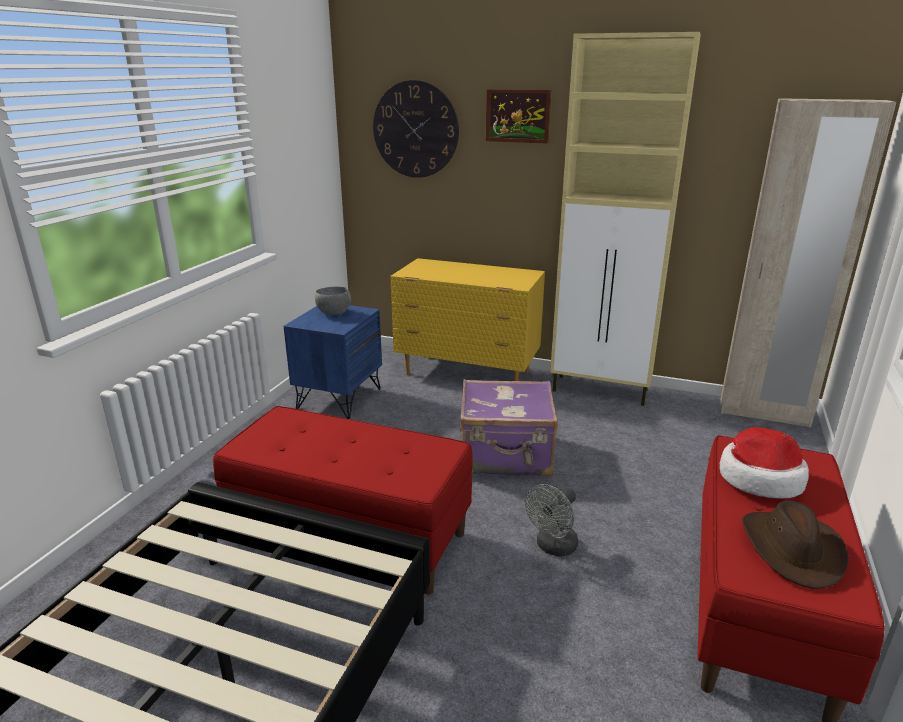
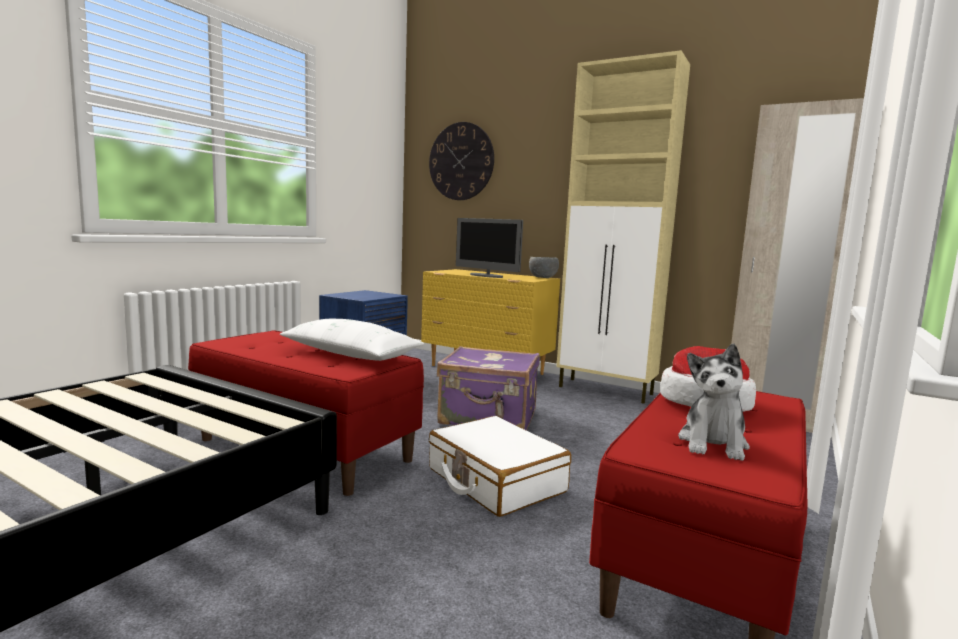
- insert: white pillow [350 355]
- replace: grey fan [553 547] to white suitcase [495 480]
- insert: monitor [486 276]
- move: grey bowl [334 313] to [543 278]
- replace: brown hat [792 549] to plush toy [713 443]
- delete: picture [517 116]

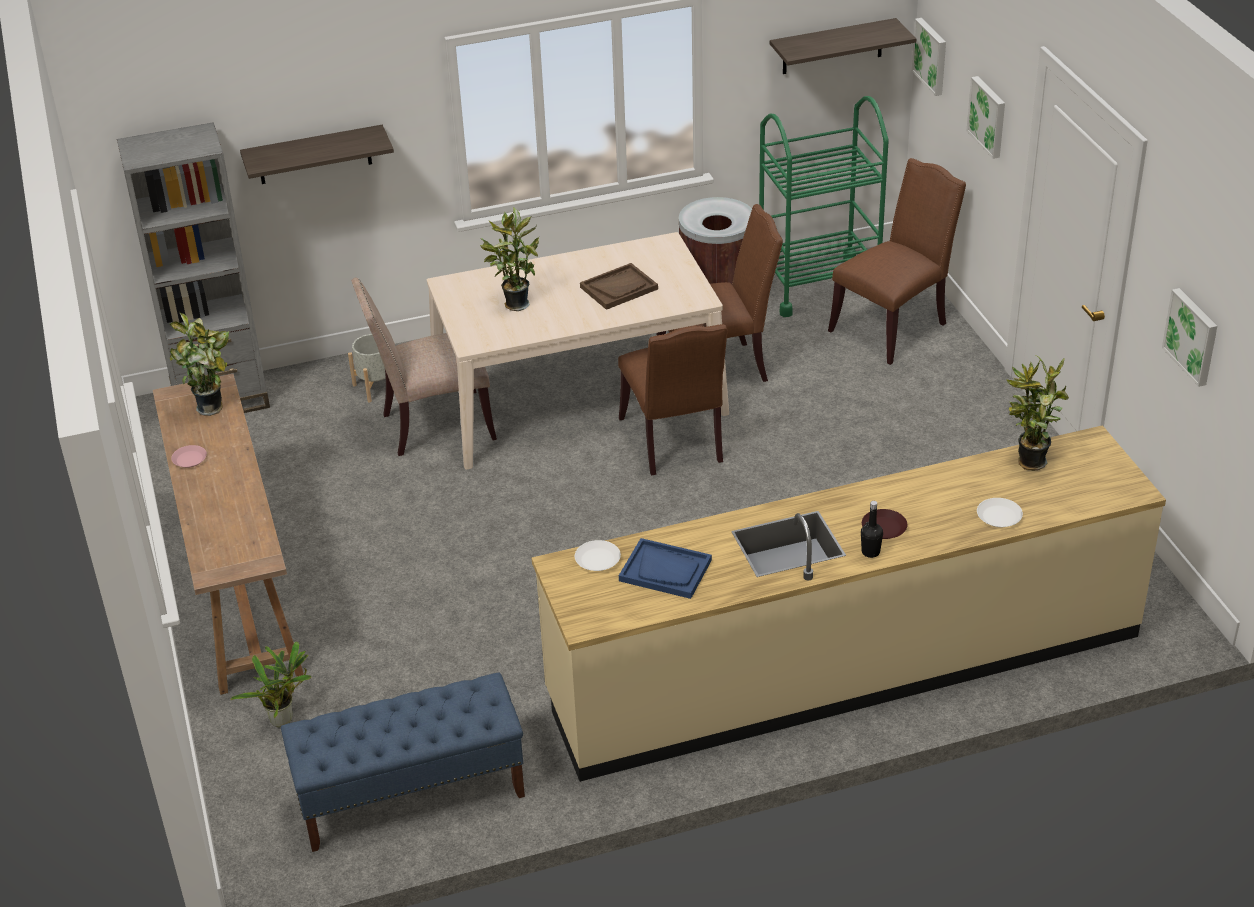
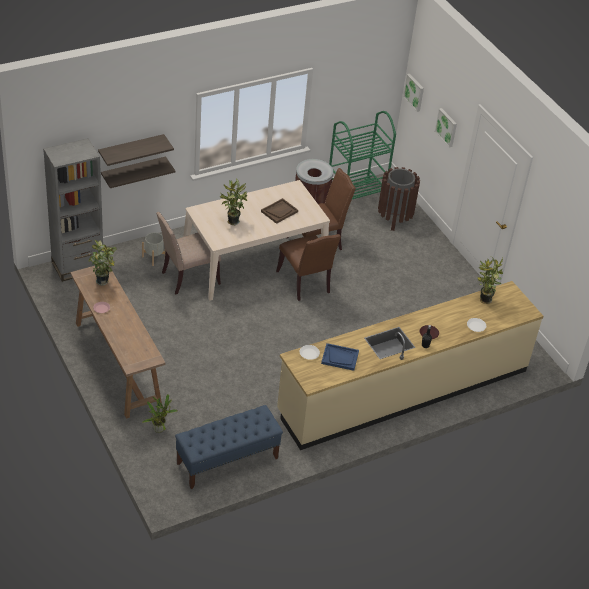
- move: shelf [832 46] to [133 171]
- replace: brown chair [893 326] to brown trash can [394 219]
- delete: picture [1192 336]

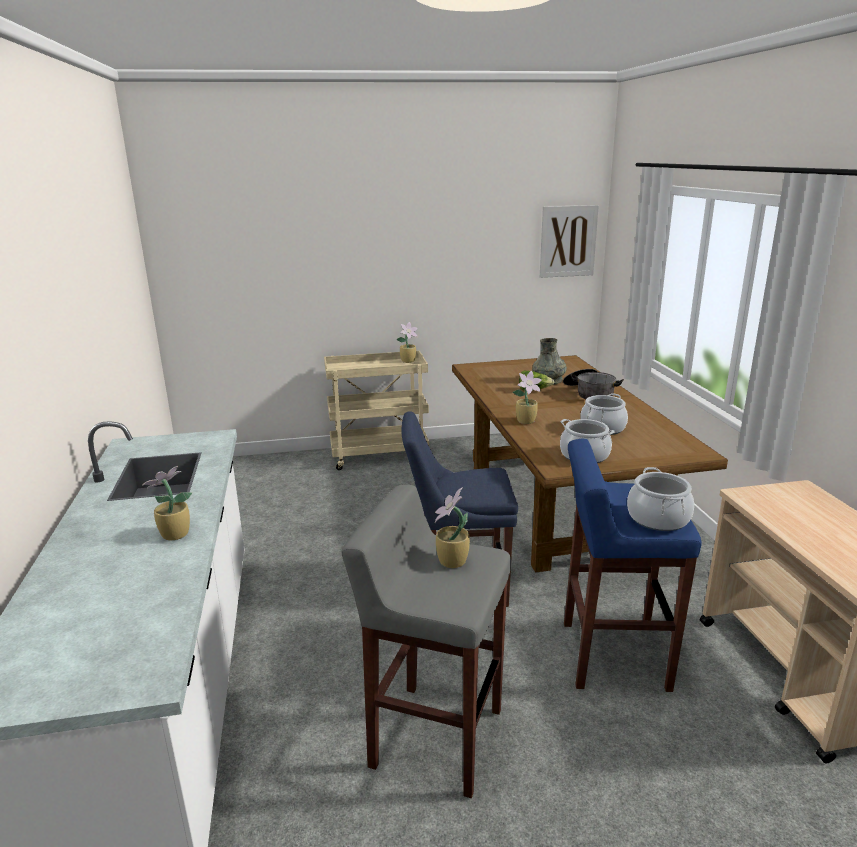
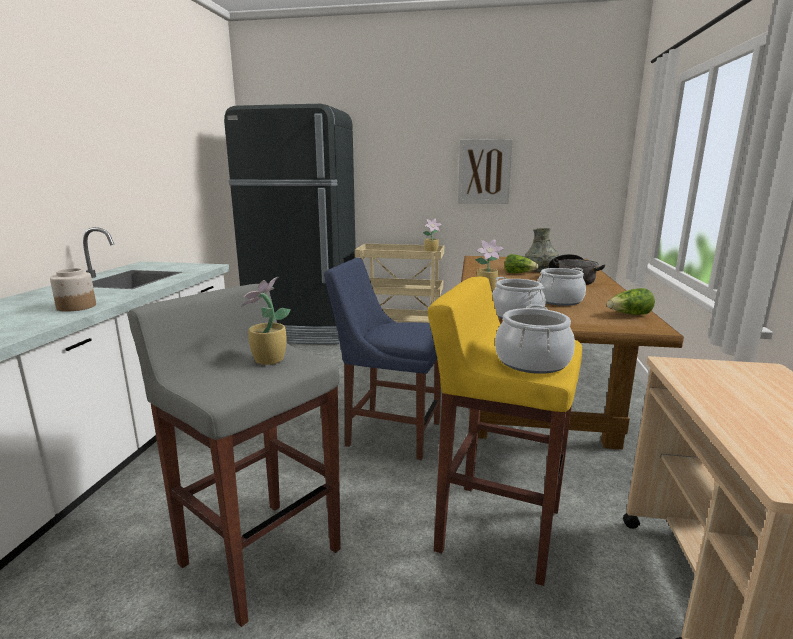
- replace: potted plant [173 535] to jar [76 307]
- insert: black fridge [303 331]
- recolor: blue stool [612 655] to yellow stool [496 529]
- move: picture [568 241] to [484 172]
- insert: lettuce [629 315]

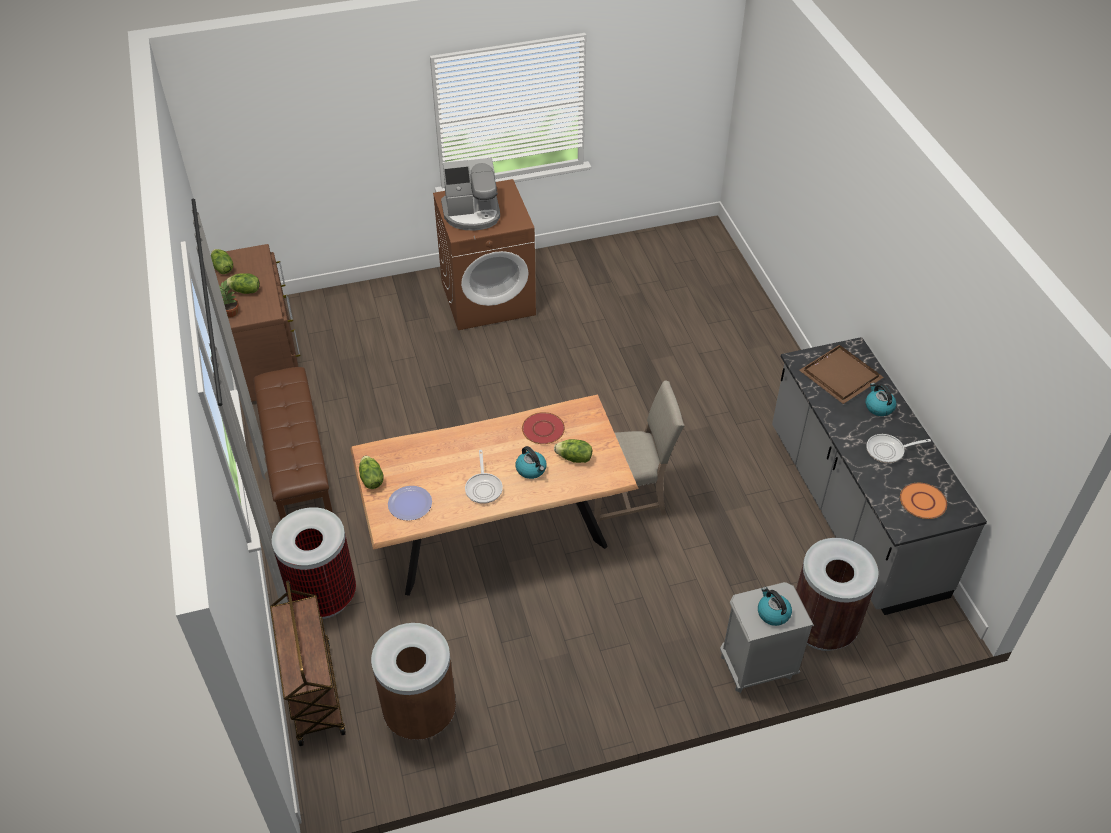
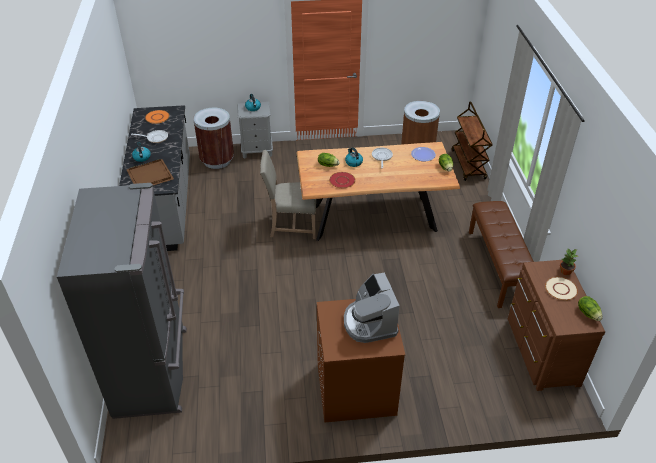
- insert: grey fridge [154 371]
- rotate: coffee machine [472 214] = [369 323] 105 degrees counterclockwise
- replace: lettuce [245 291] to beige plate [560 289]
- delete: trash can [323 596]

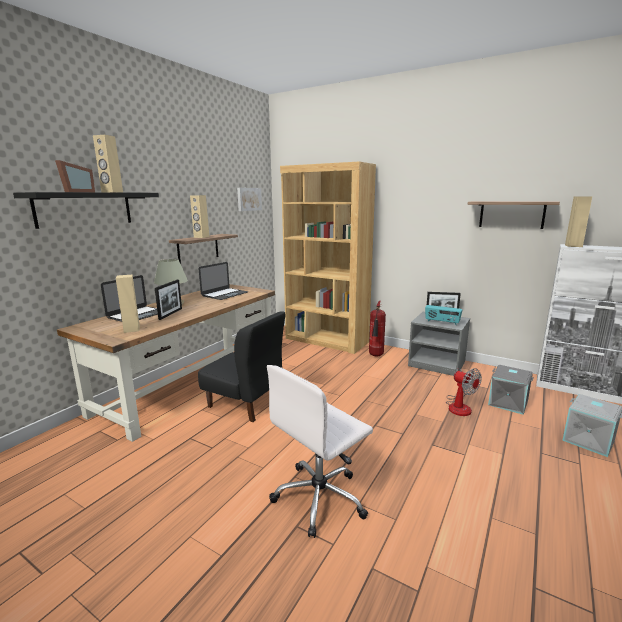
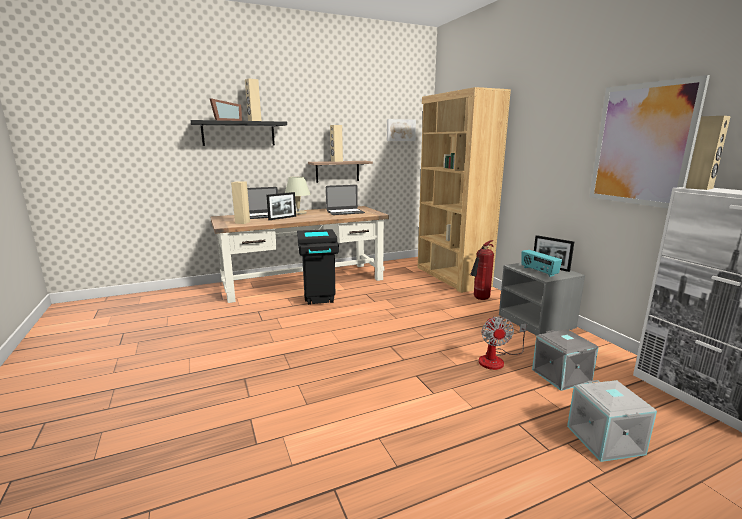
- replace: black chair [245 403] to black trash can [320 302]
- replace: shelf [511 214] to picture [642 144]
- delete: white office chair [320 497]

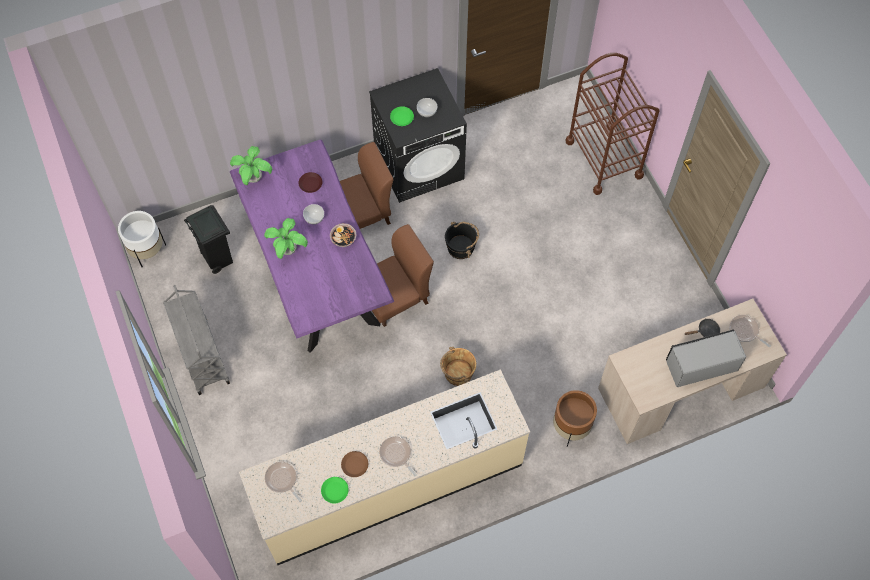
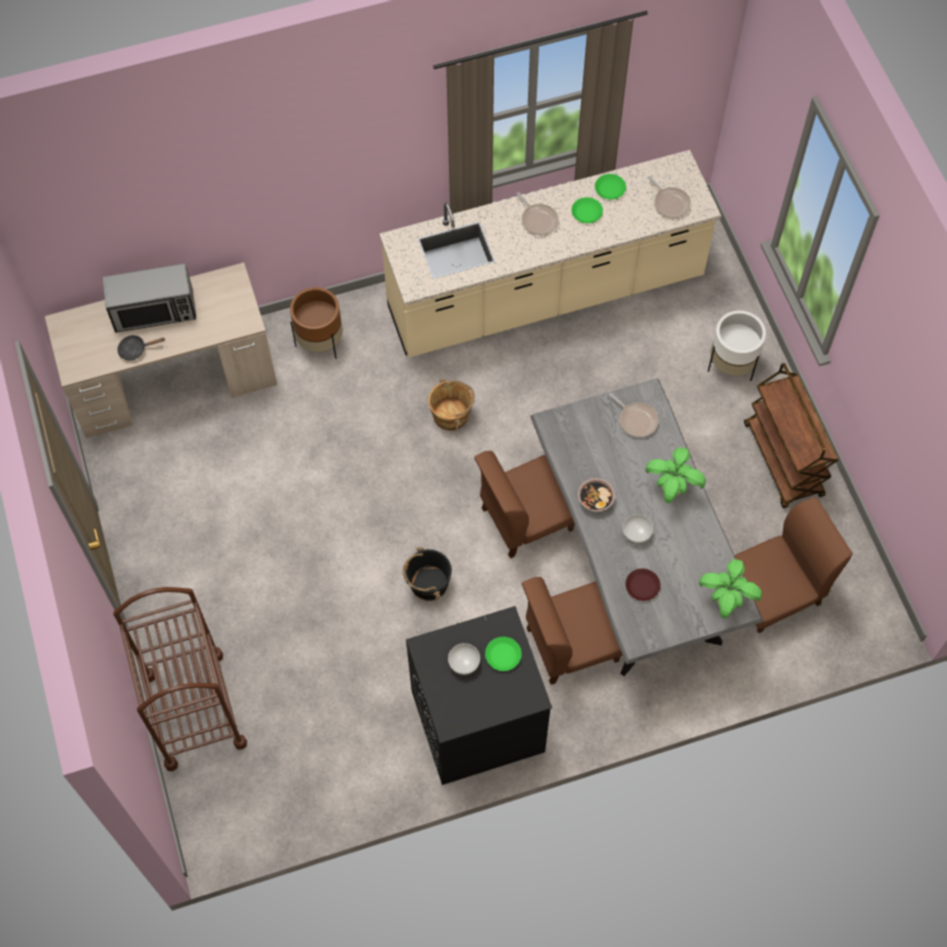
- recolor: purple dining table [316 273] to grey dining table [633 561]
- recolor: brown plate [355 465] to green plate [586 212]
- move: frying pan [745 331] to [636 420]
- move: white planter [147 250] to [731 365]
- replace: black trash can [217 259] to brown chair [774 592]
- recolor: grey cart [201 355] to brown cart [783 461]

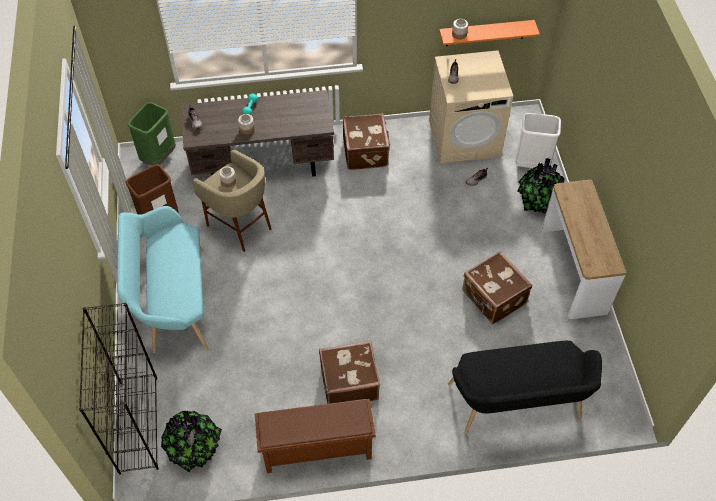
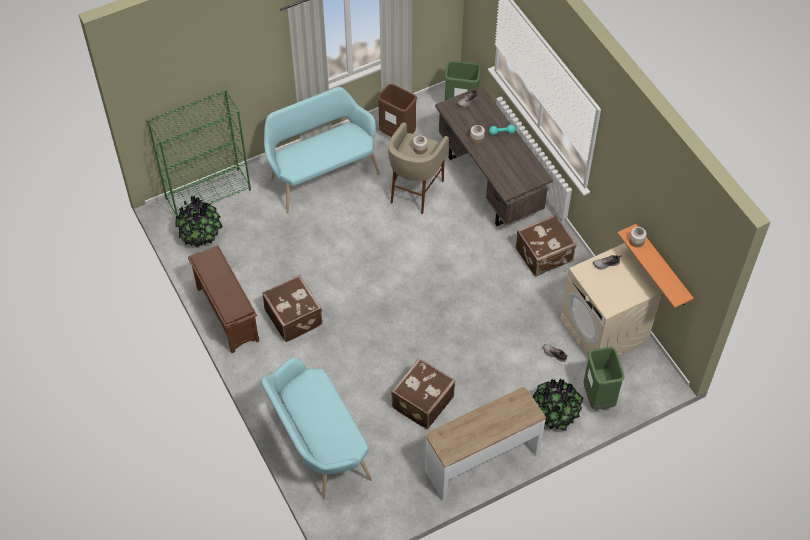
- recolor: black bookcase [138 424] to green bookcase [208 194]
- recolor: black bench [517 406] to turquoise bench [317 447]
- recolor: white trash can [531 164] to green trash can [598 397]

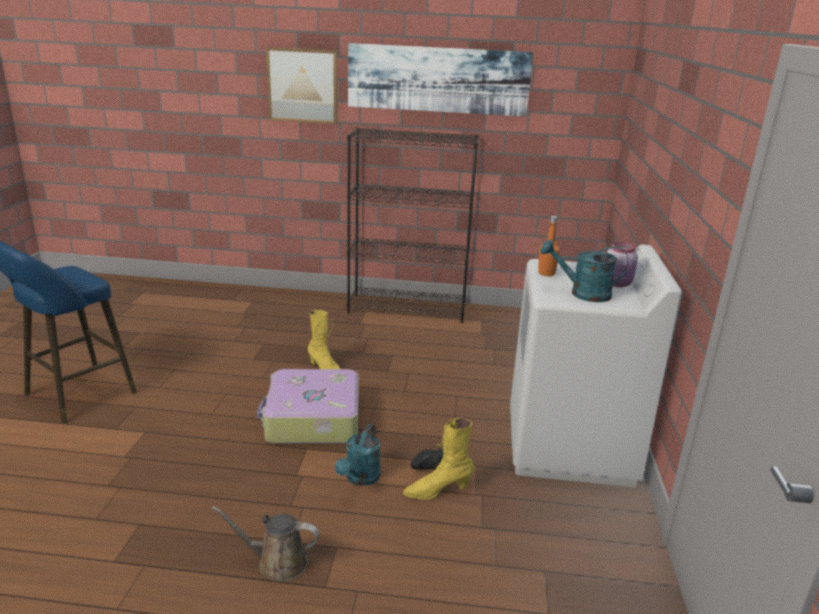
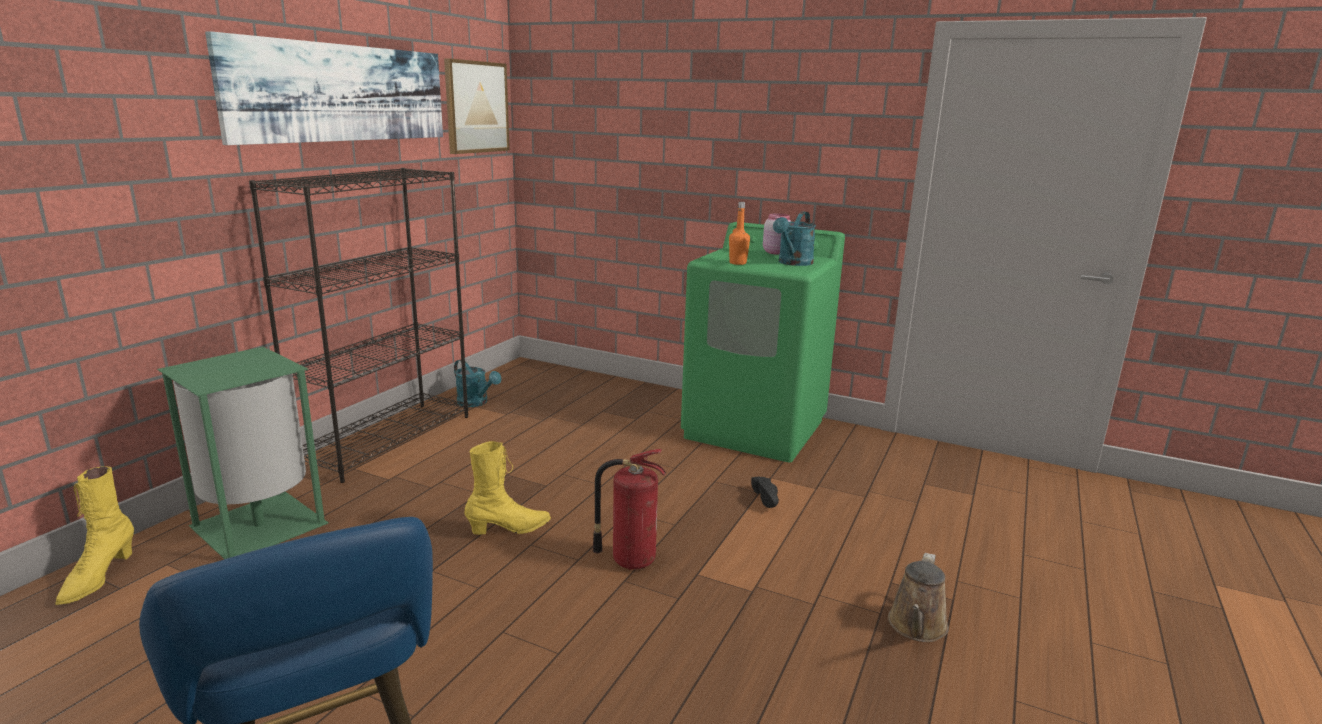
- move: yellow boot [437 491] to [98 578]
- insert: green trash can [258 527]
- move: picture [303 85] to [476 107]
- move: turquoise watering can [360 479] to [476 403]
- replace: suitcase [312 420] to fire extinguisher [630 560]
- recolor: white washing machine [570 446] to green washing machine [755 429]

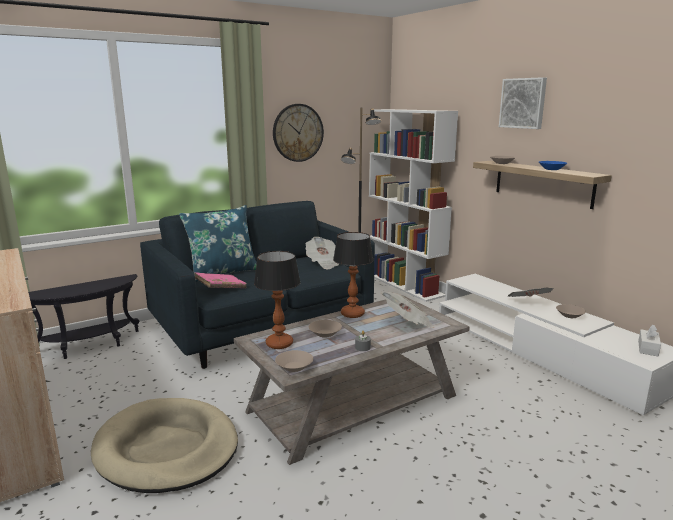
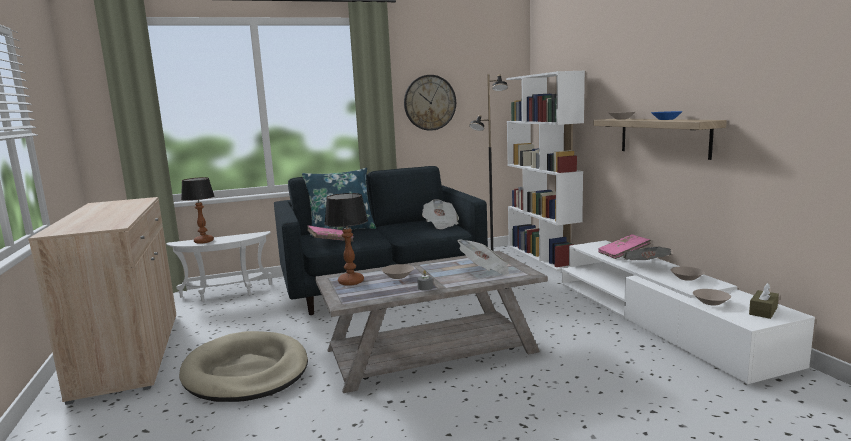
- recolor: black side table [90 346] to white side table [226 294]
- move: table lamp [352 314] to [203 241]
- insert: pink book [623 254]
- move: beige bowl [294 368] to [710 303]
- recolor: white tissue box [648 348] to brown tissue box [763 311]
- delete: picture [523 103]

